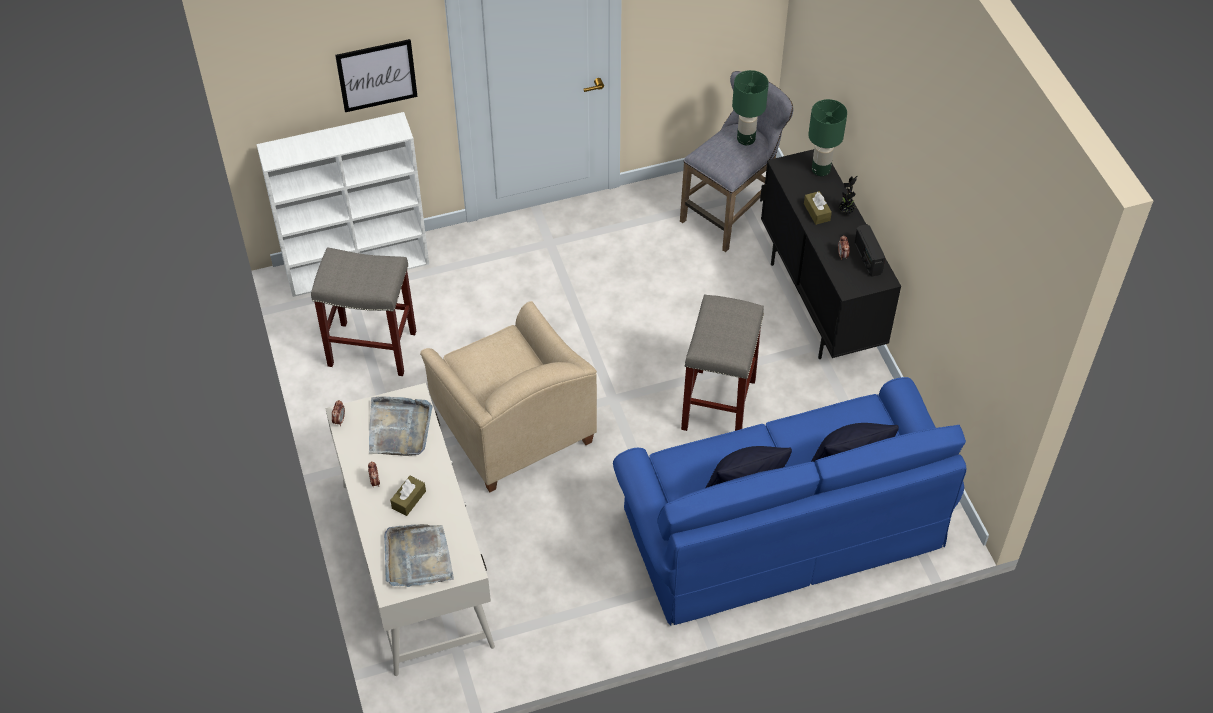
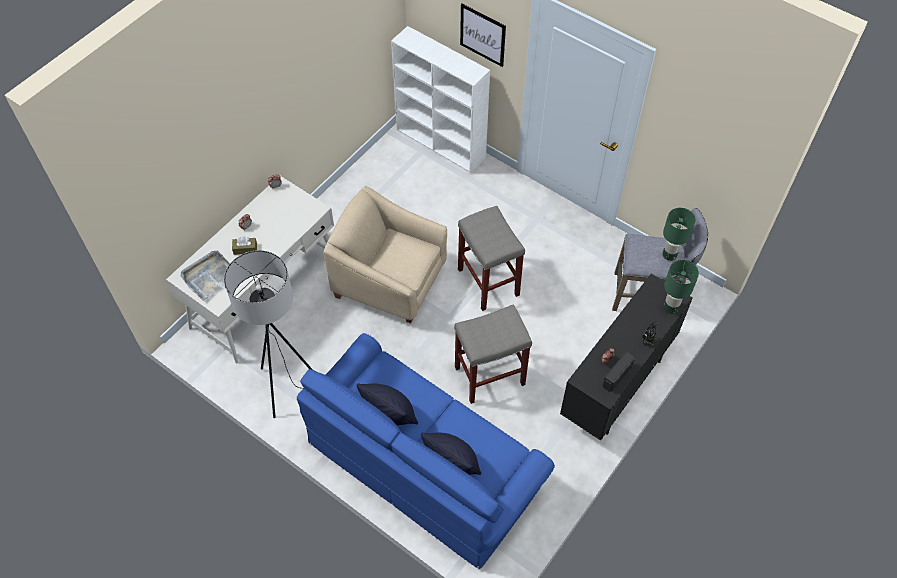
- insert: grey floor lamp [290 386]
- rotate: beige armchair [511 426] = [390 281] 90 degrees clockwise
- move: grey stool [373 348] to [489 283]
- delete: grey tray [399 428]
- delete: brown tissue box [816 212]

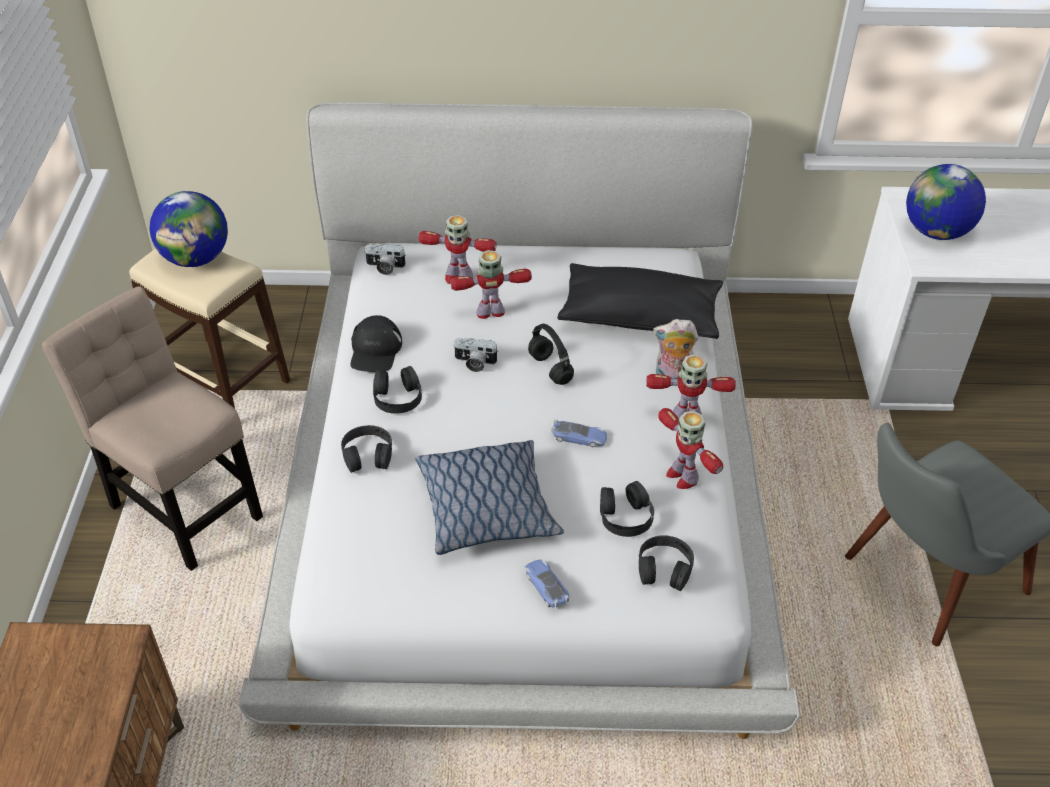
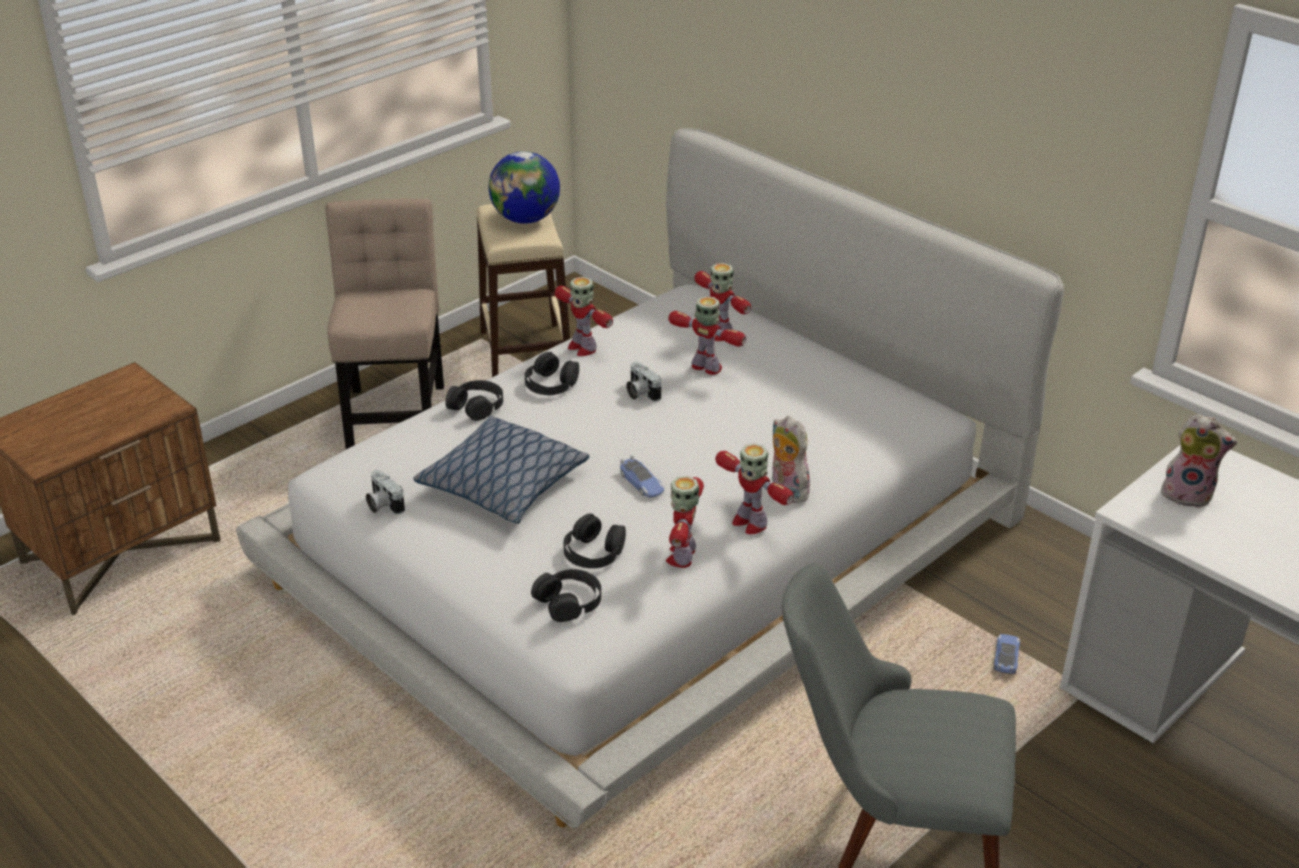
- move: photo camera [384 267] to [382 504]
- replace: black cap [375 350] to toy robot [582 347]
- move: toy car [546 586] to [1006 657]
- replace: globe [936 232] to plush toy [1188 494]
- delete: black headphones [551 369]
- delete: black pillow [640 317]

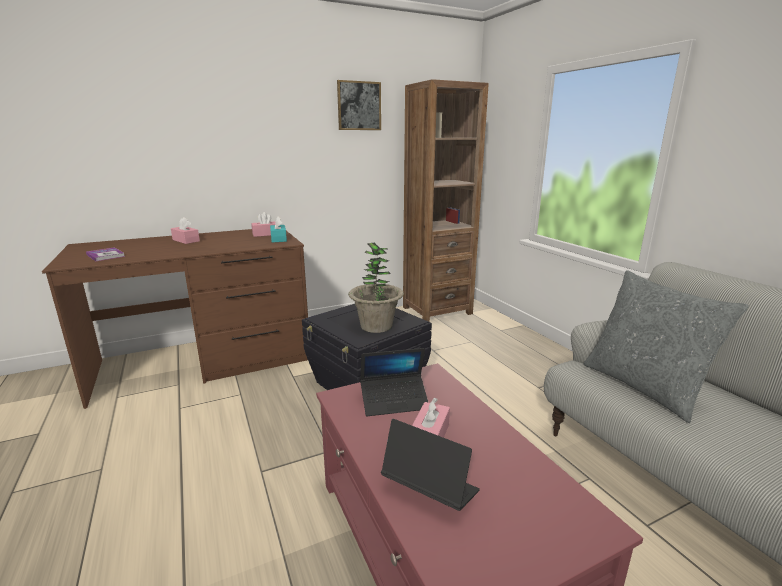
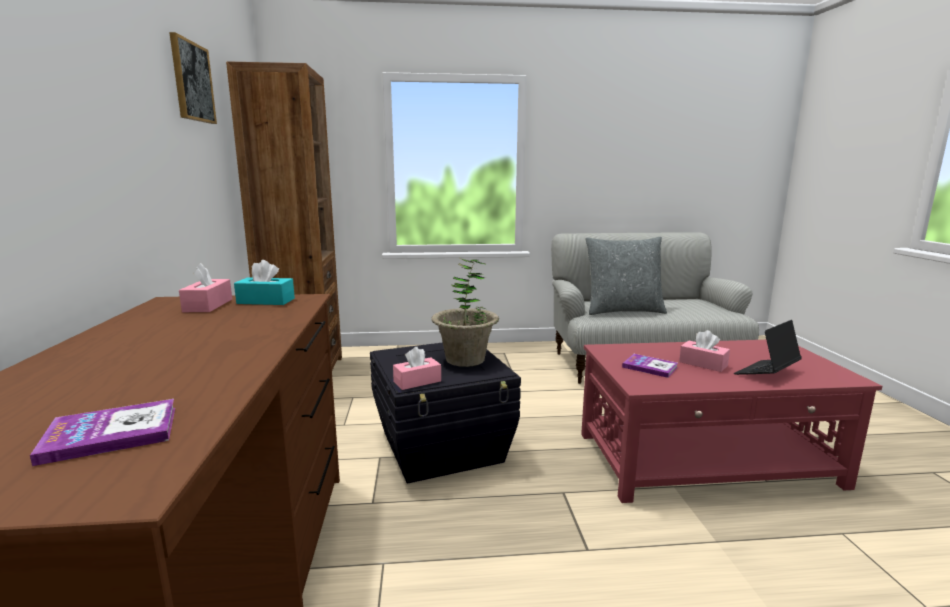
- move: pink tissue box [186 240] to [417 381]
- replace: laptop [394 401] to book [650 367]

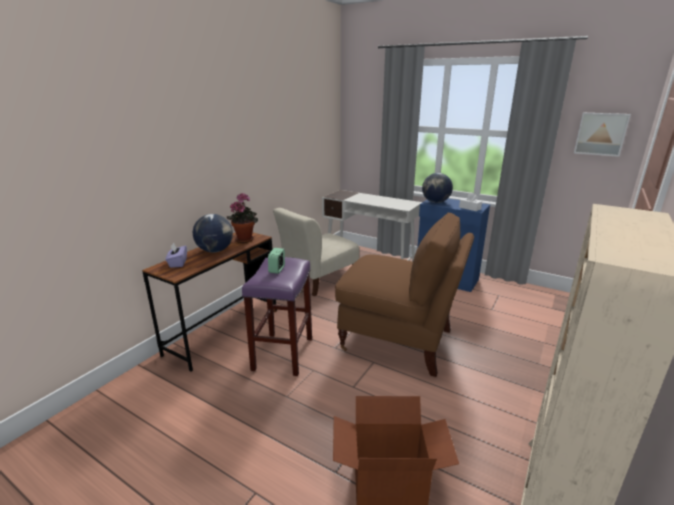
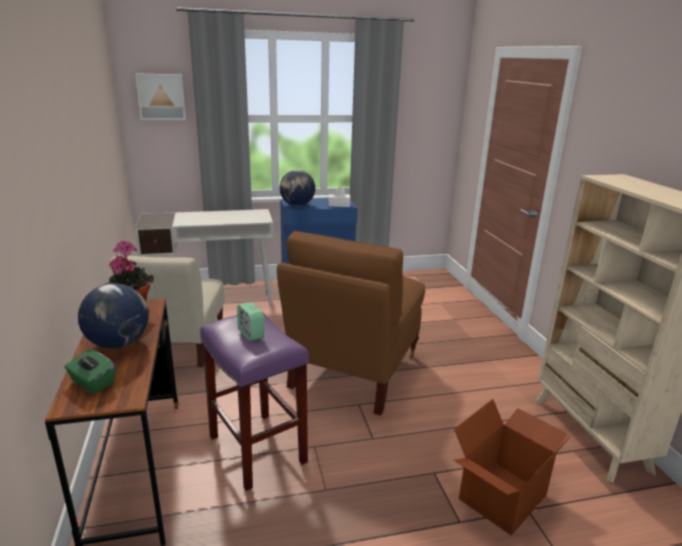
- recolor: purple tissue box [178 263] to green tissue box [92 383]
- move: picture [601 134] to [161 96]
- rotate: brown chair [399 340] = [353 371] 135 degrees clockwise

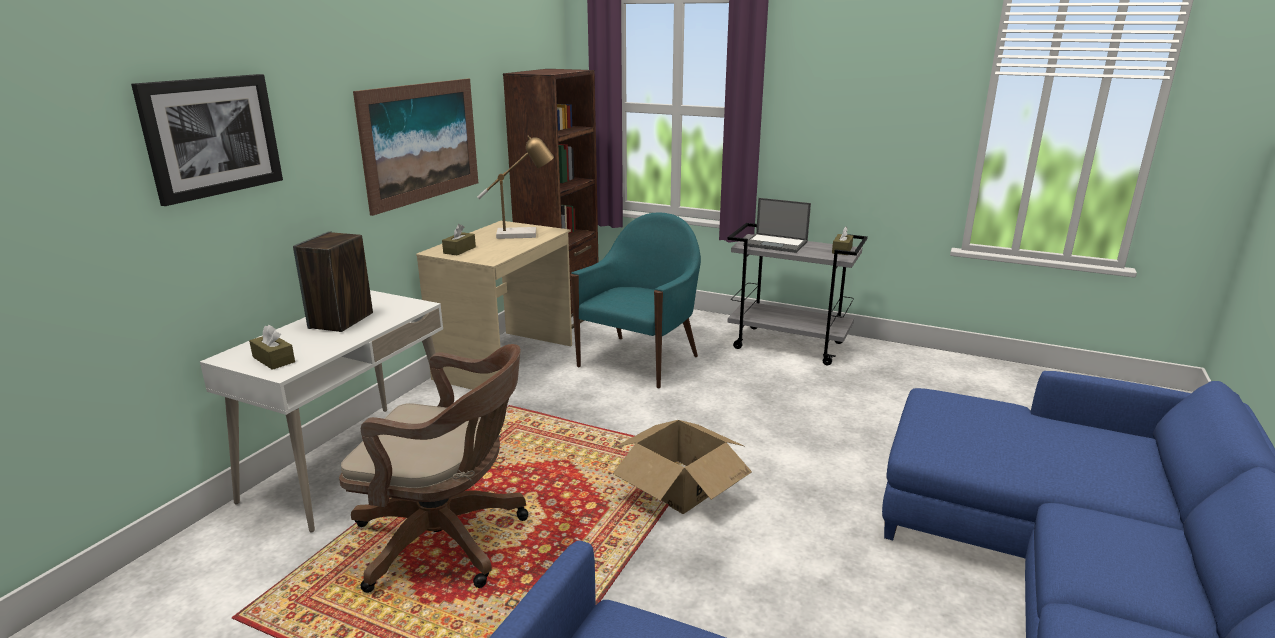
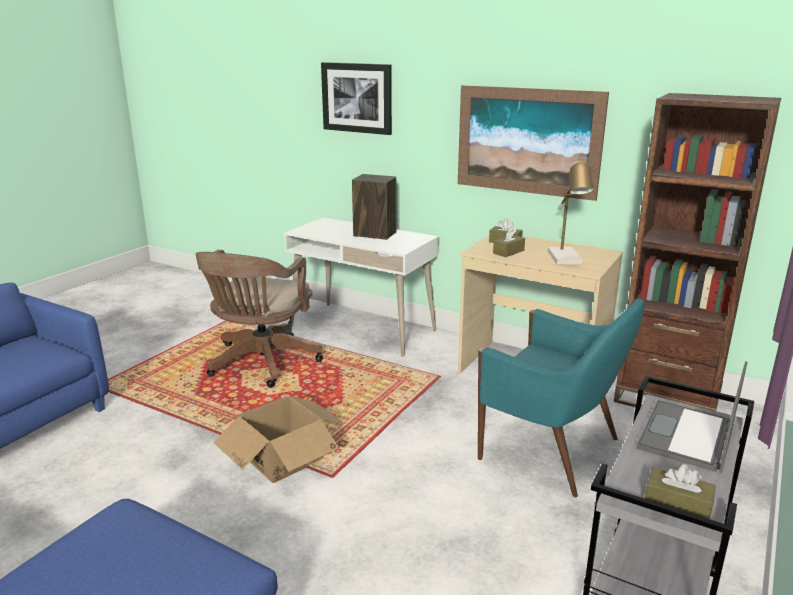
- move: brown tissue box [273 359] to [508 252]

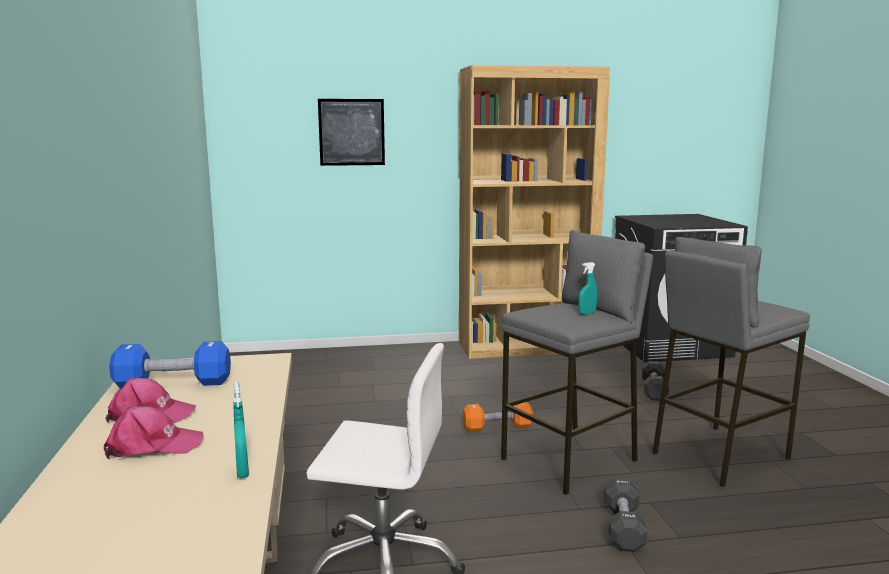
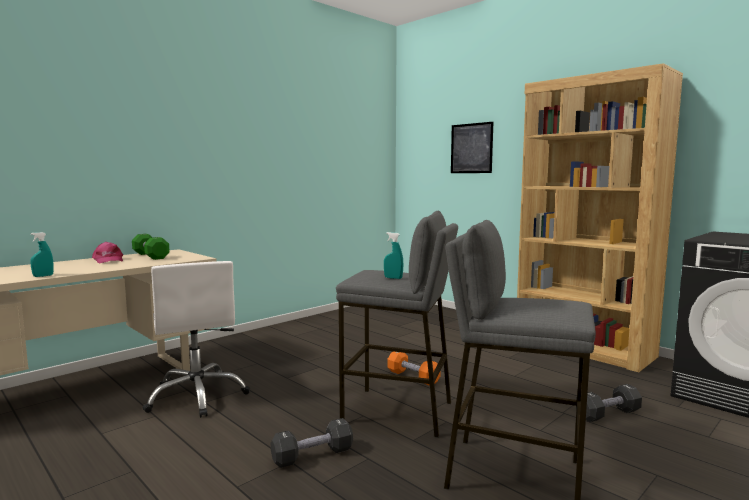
- recolor: blue dumbbell [173 384] to green dumbbell [150 256]
- delete: pink cap [153 446]

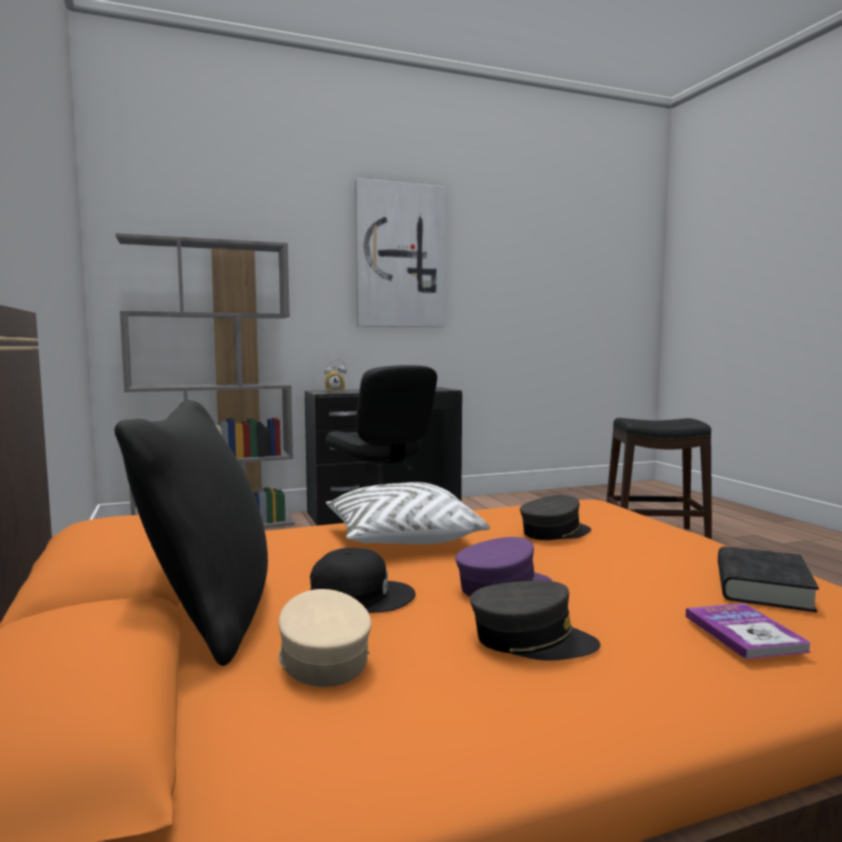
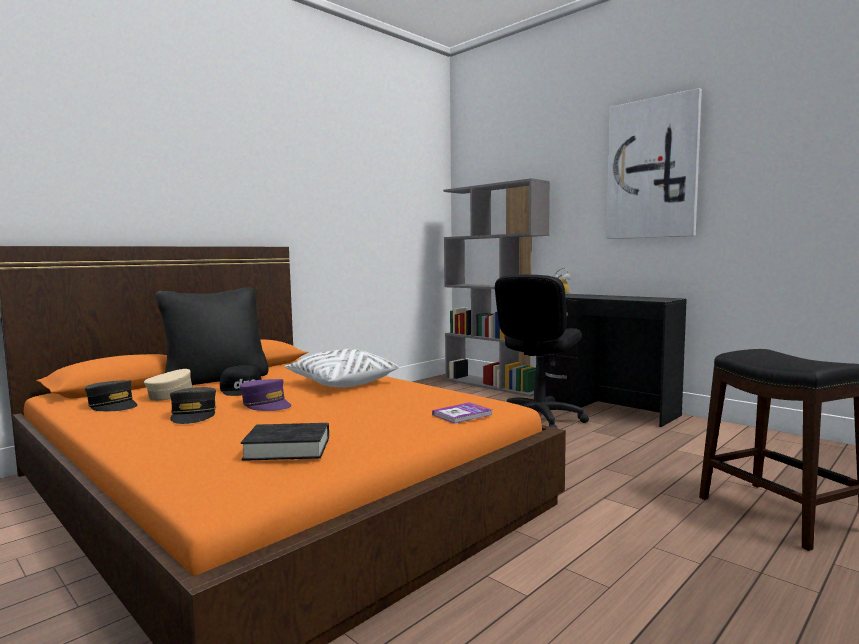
- move: grey cap [555 532] to [113 405]
- move: book [744 633] to [462 414]

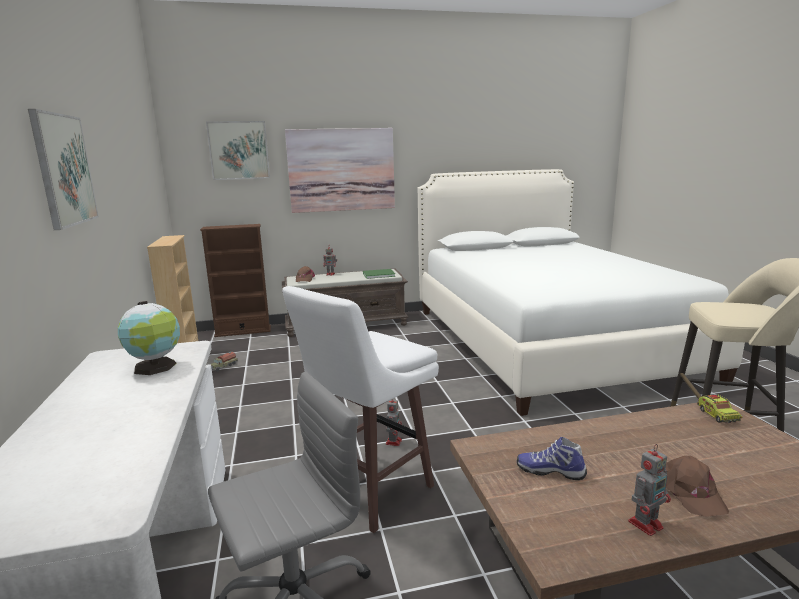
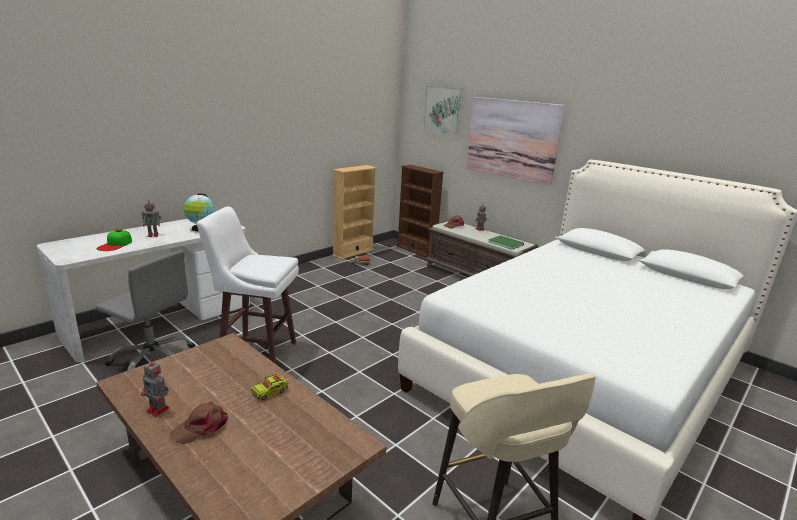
- insert: cap [115 245]
- move: toy robot [394 441] to [154 235]
- move: toy truck [717 415] to [270 392]
- delete: picture [64 170]
- delete: shoe [550 471]

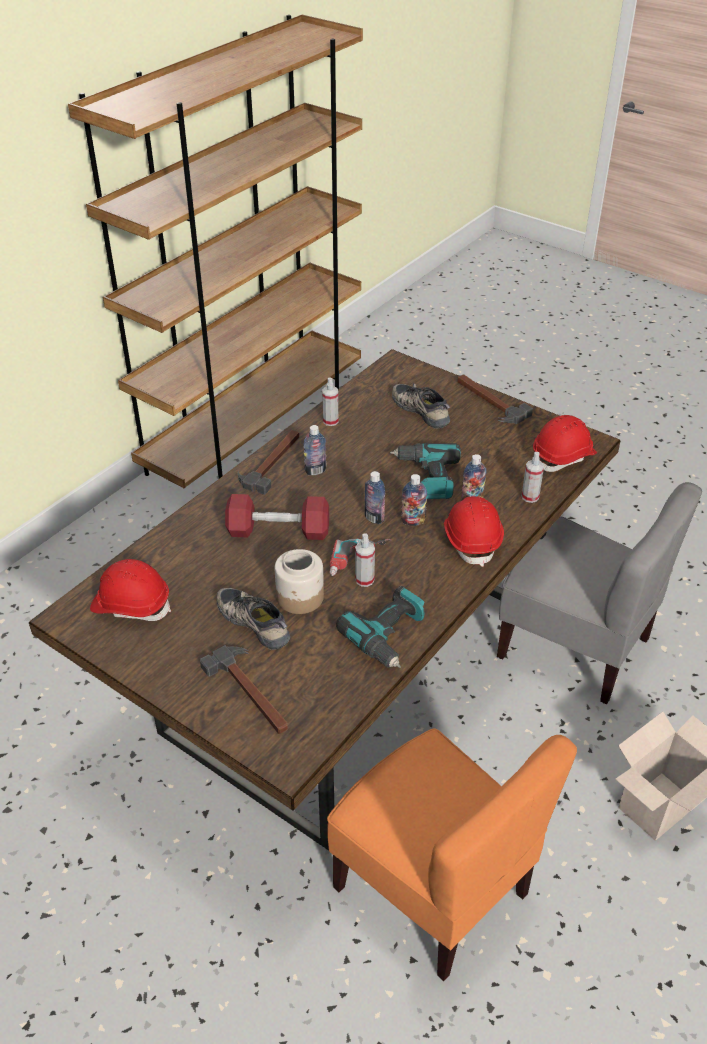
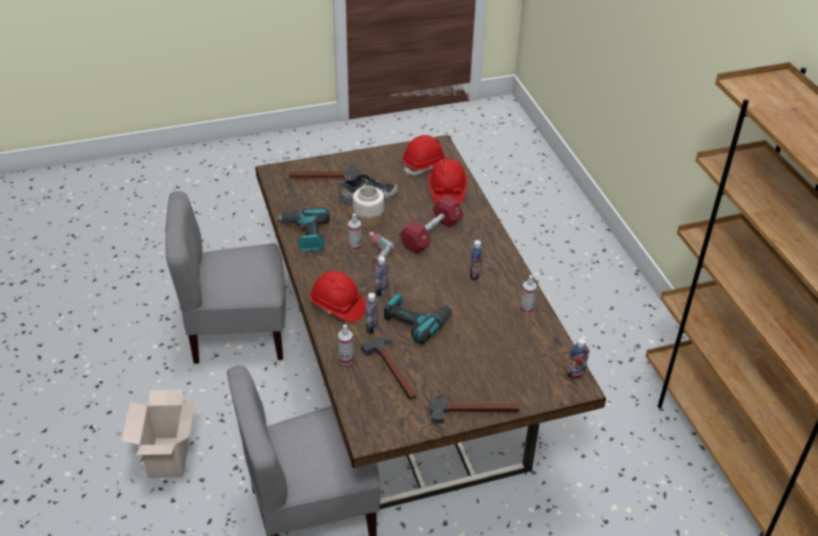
- recolor: orange chair [433 889] to grey chair [237 333]
- move: hammer [272 462] to [393 370]
- move: red hard hat [563 457] to [447 191]
- move: bottle [374 518] to [575 374]
- delete: shoe [422 410]

